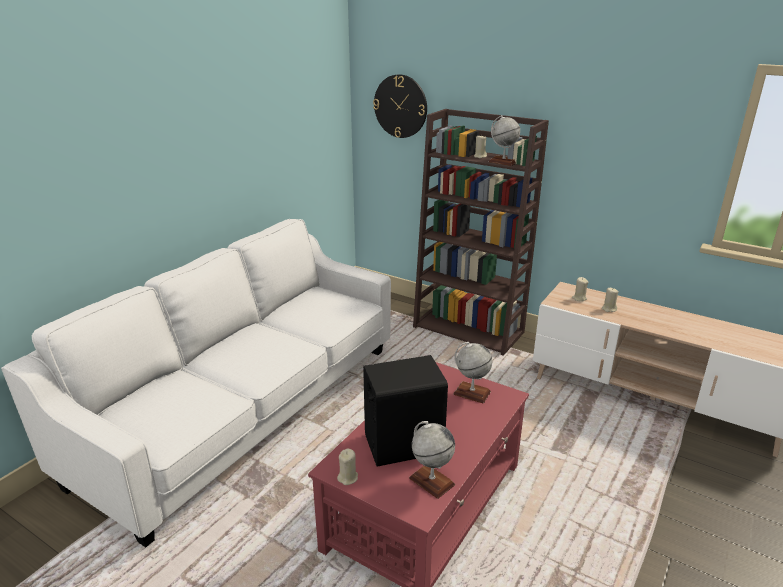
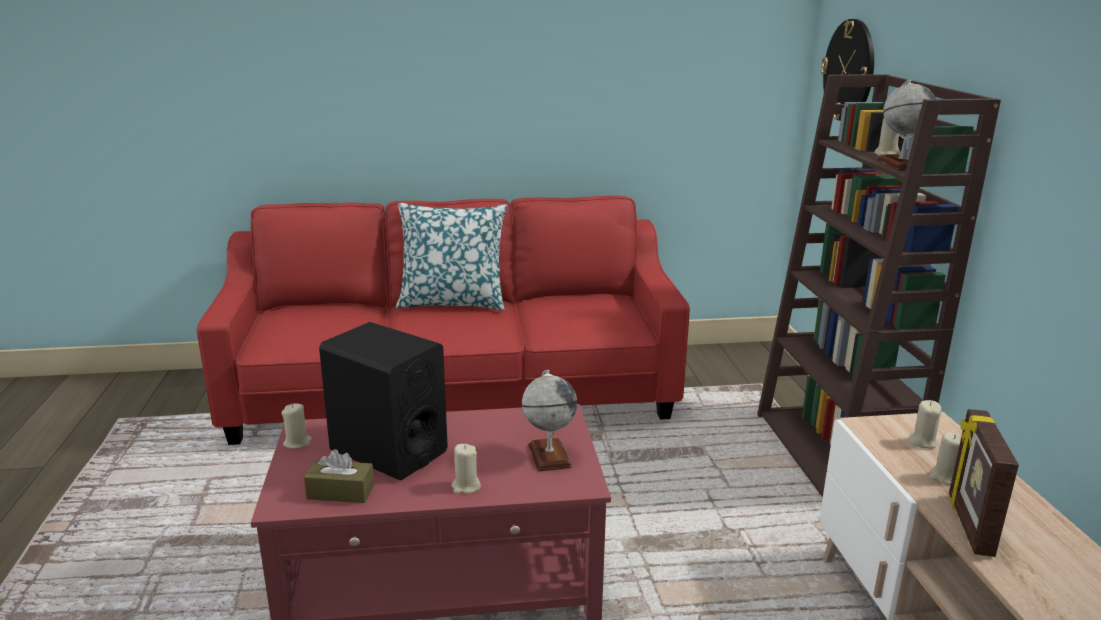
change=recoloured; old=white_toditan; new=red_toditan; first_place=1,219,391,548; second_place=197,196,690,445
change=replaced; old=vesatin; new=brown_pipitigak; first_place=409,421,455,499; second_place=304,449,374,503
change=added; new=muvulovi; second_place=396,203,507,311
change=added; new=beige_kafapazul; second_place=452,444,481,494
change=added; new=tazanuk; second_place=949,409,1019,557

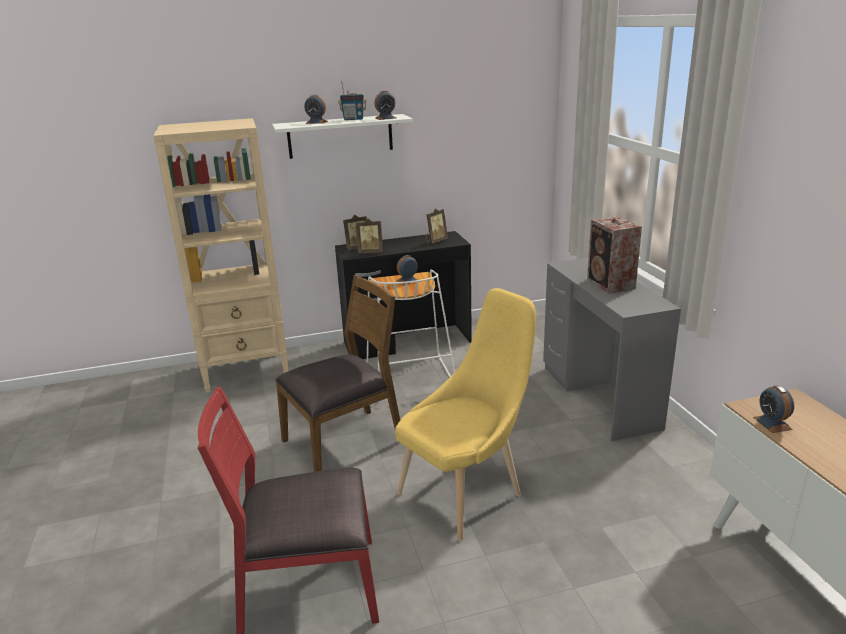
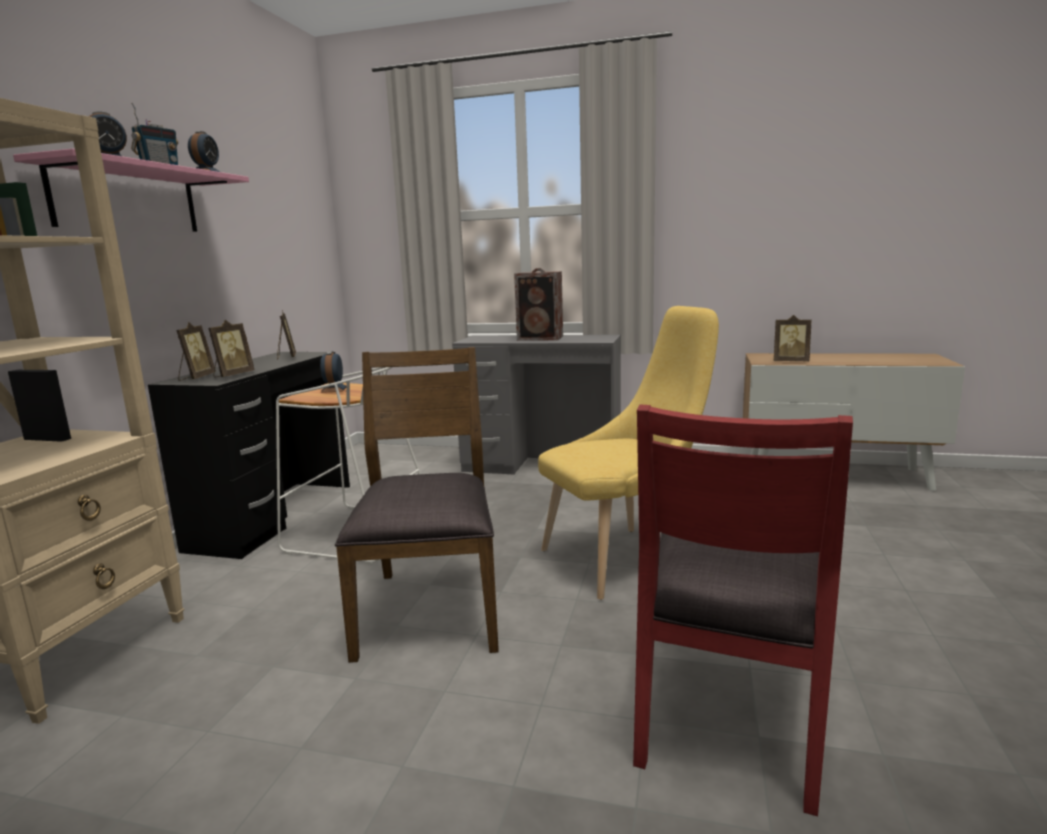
change=recoloured; old=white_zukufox; new=pink_zukufox; first_place=272,114,413,159; second_place=13,148,249,232
change=turned; old=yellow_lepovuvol; first_place=395,288,536,541; second_place=538,306,719,600; degrees=75
change=replaced; old=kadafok; new=tazanuk; first_place=753,385,794,433; second_place=774,315,812,361

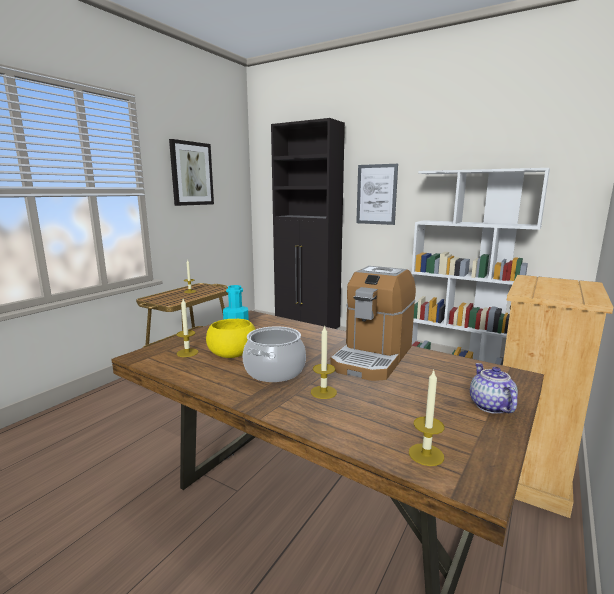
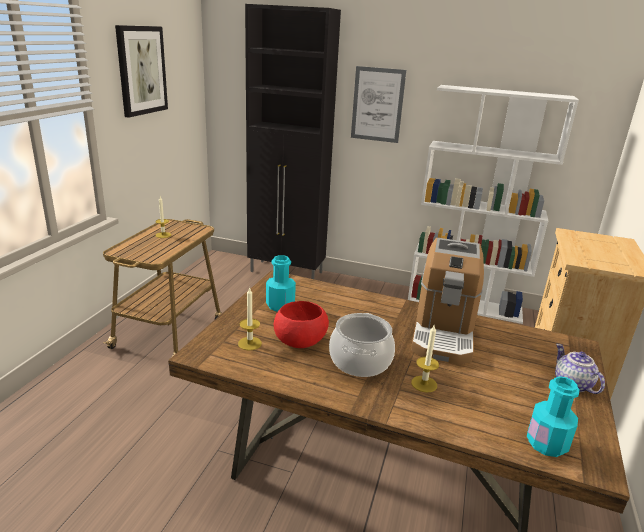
change=recoloured; old=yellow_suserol; new=red_suserol; first_place=206,319,256,358; second_place=274,301,329,348
change=replaced; old=kafapazul; new=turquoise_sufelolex; first_place=409,370,445,466; second_place=527,376,580,457

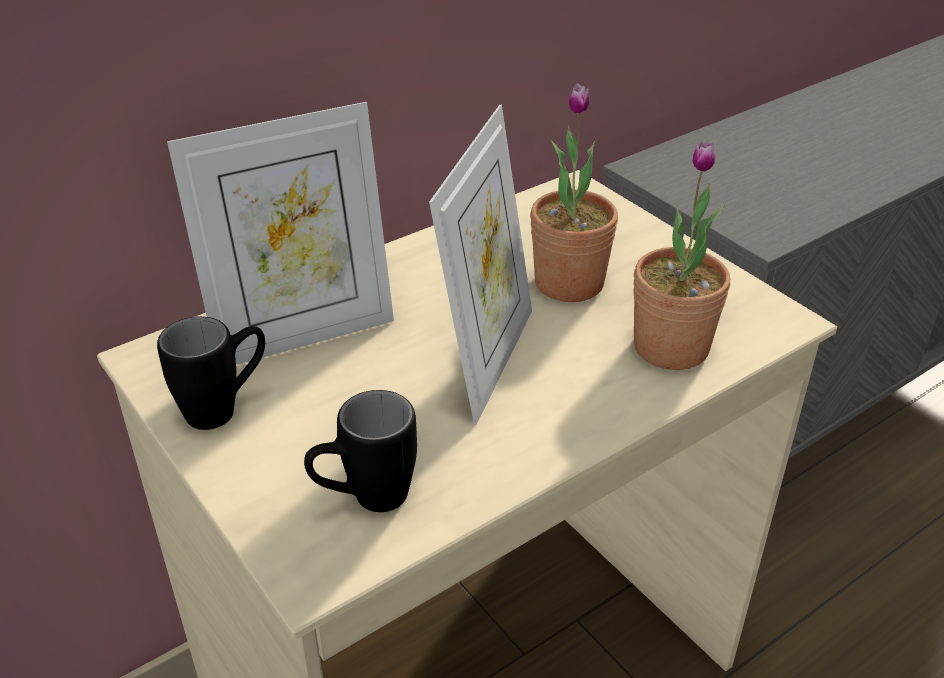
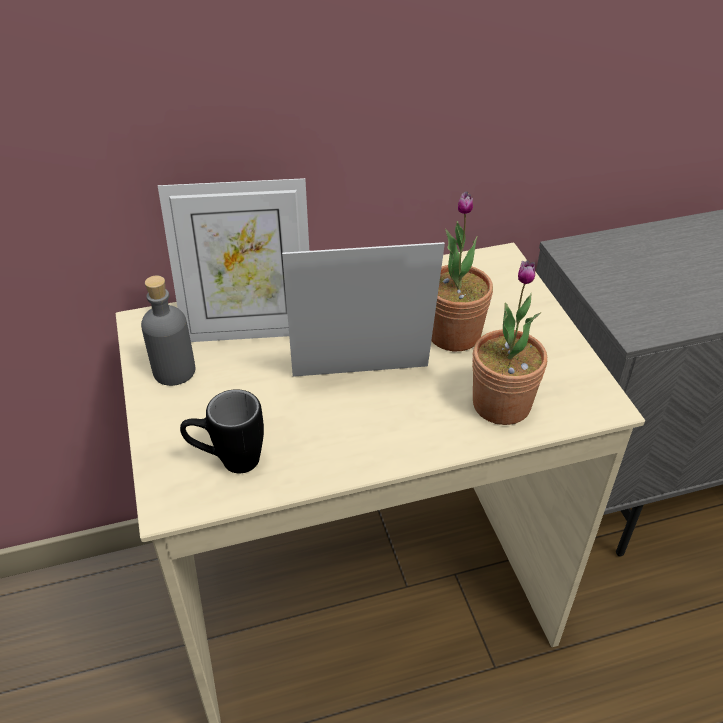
change=replaced; old=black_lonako; new=grey_sufelolex; first_place=157,317,265,430; second_place=141,276,195,386
change=turned; old=tazanuk; first_place=429,105,532,425; second_place=282,242,445,377; degrees=-135

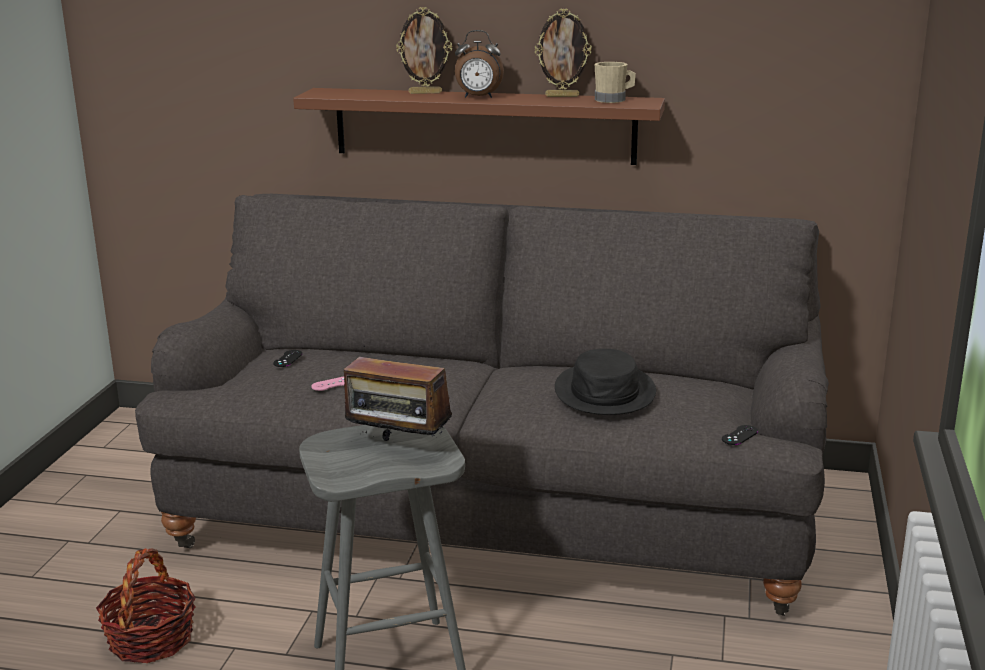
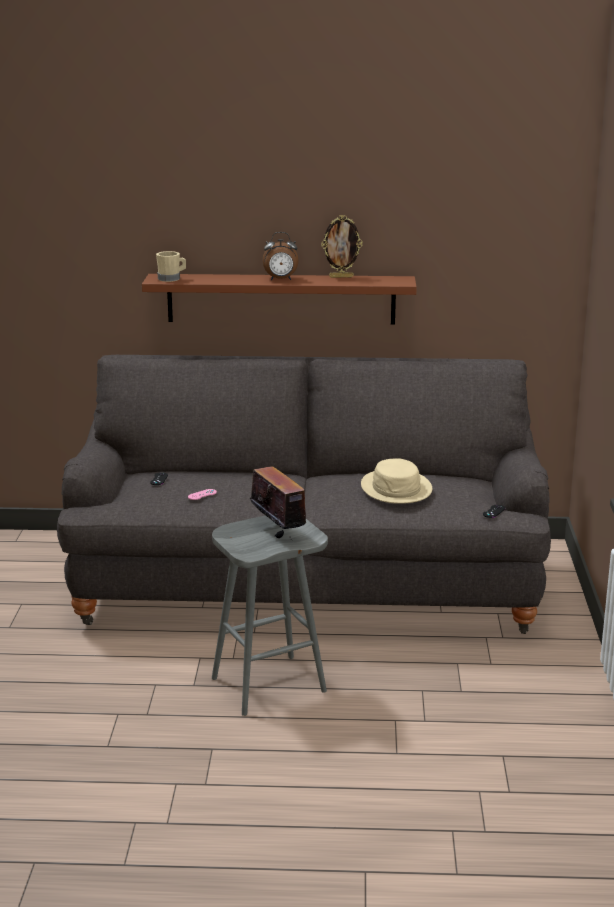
change=removed; old=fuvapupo; first_place=96,548,196,663
change=turned; old=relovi; first_place=344,346,452,441; second_place=250,466,306,539; degrees=-135
change=removed; old=tazanuk; first_place=396,7,452,94
change=recoloured; old=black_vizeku; new=beige_vizeku; first_place=555,349,656,415; second_place=361,458,432,504
change=moved; old=beige_lonako; first_place=595,62,636,103; second_place=156,251,186,282

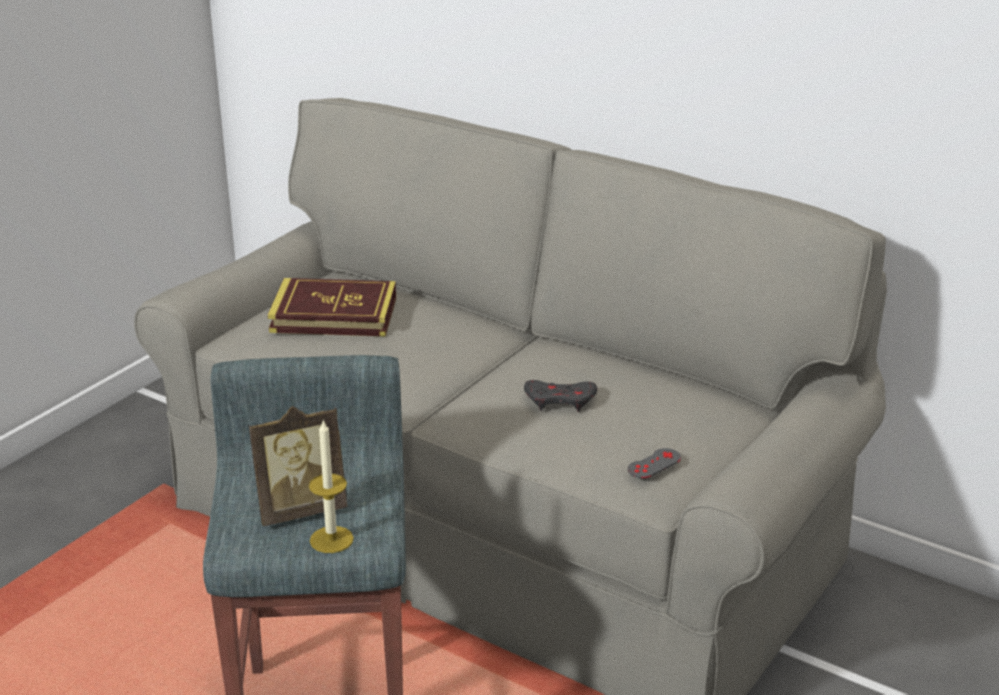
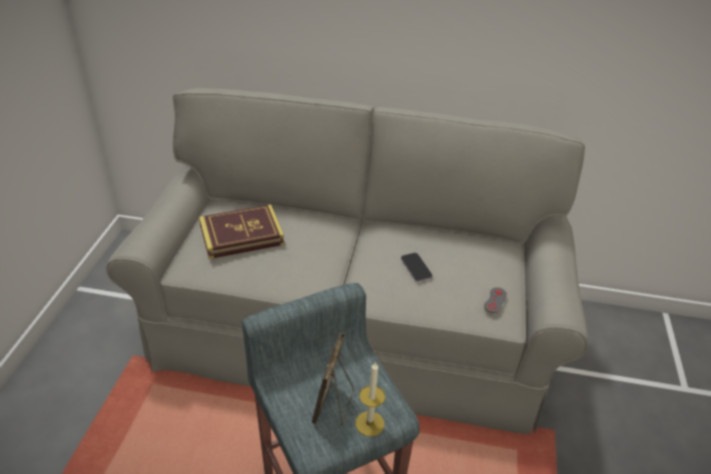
change=turned; old=tazanuk; first_place=249,406,347,526; second_place=312,333,354,425; degrees=150
change=replaced; old=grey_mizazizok; new=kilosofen; first_place=524,380,597,412; second_place=401,253,433,281

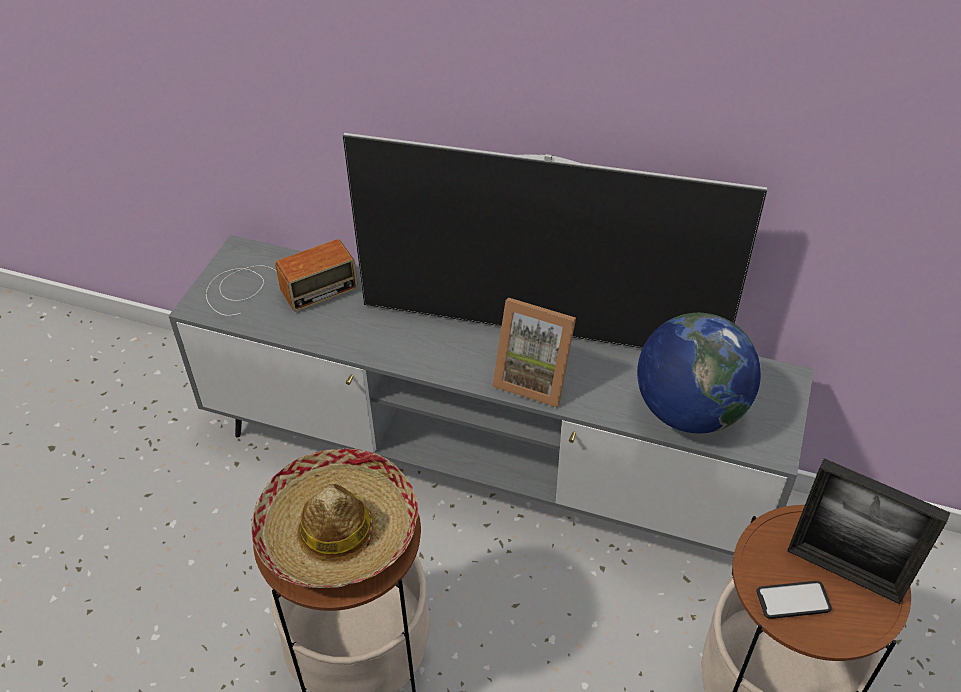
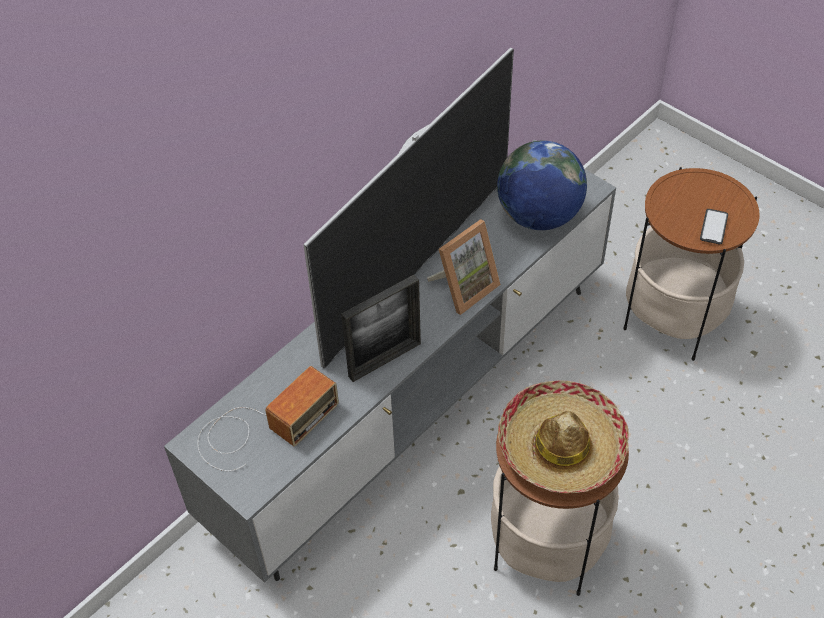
change=turned; old=relovi; first_place=206,239,358,316; second_place=197,366,339,471; degrees=45
change=moved; old=tazanuk; first_place=787,458,950,604; second_place=341,275,421,382

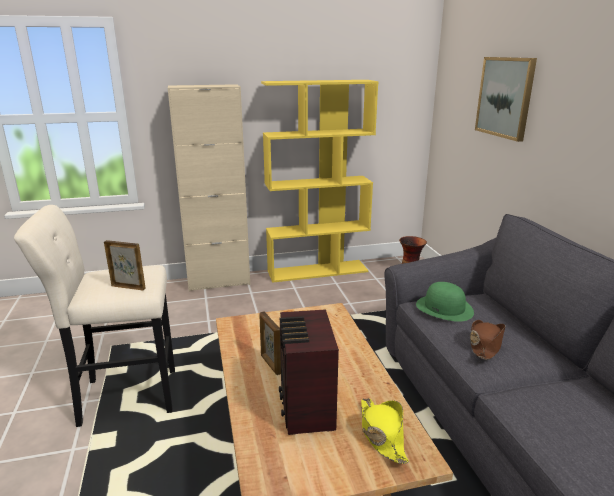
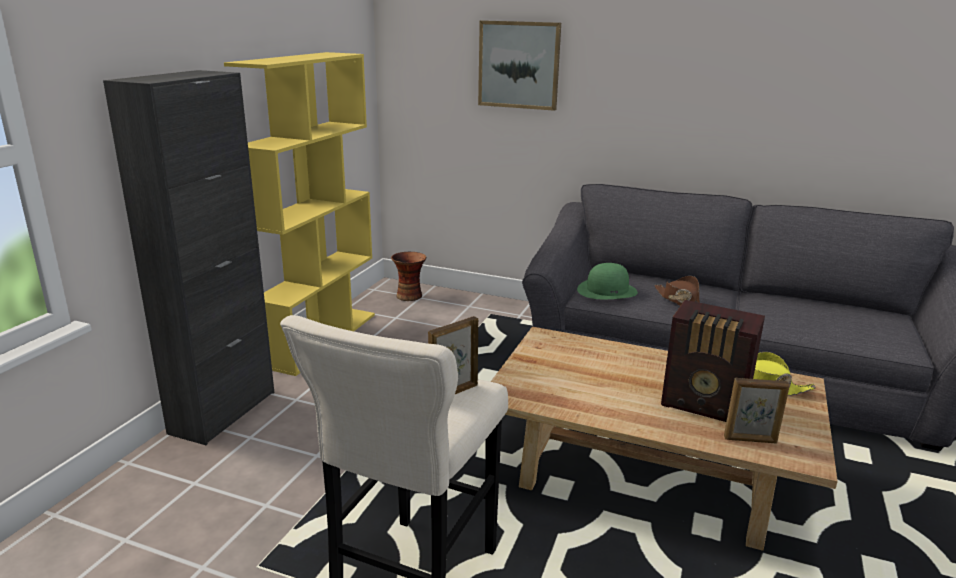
change=recoloured; old=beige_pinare; new=black_pinare; first_place=168,84,250,292; second_place=103,70,274,445
change=moved; old=tazanuk; first_place=259,312,281,375; second_place=724,378,790,444

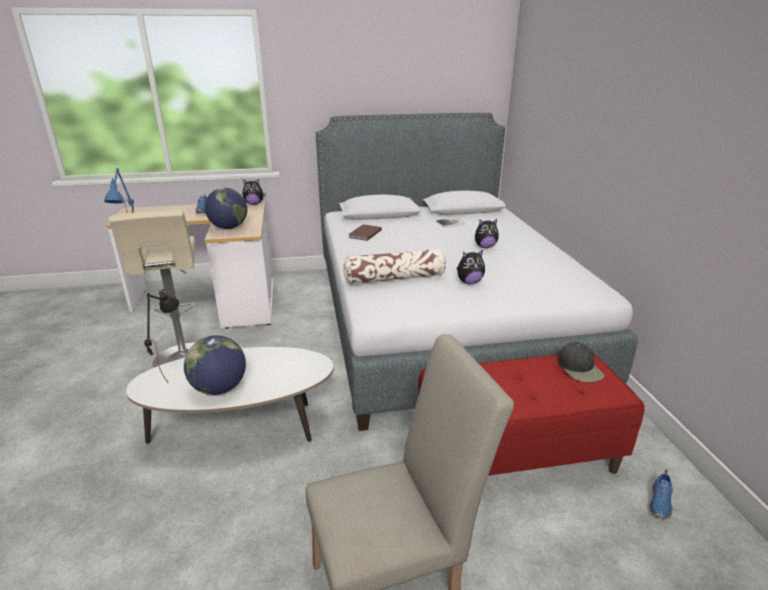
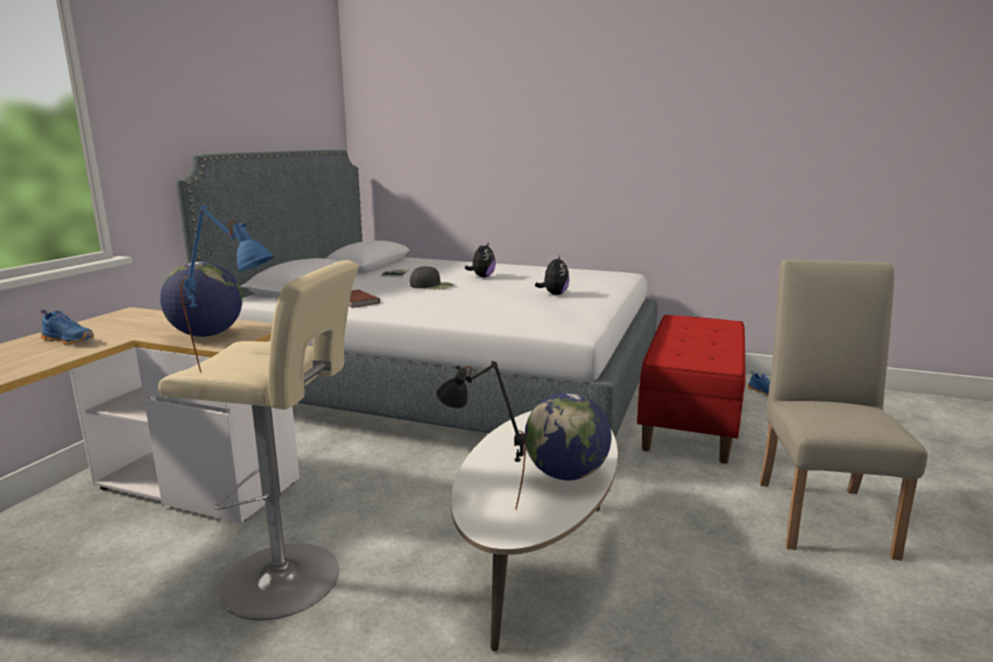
change=removed; old=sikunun; first_place=243,179,266,205
change=removed; old=muvulovi; first_place=343,249,446,284
change=moved; old=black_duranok; first_place=558,342,604,382; second_place=410,266,453,290

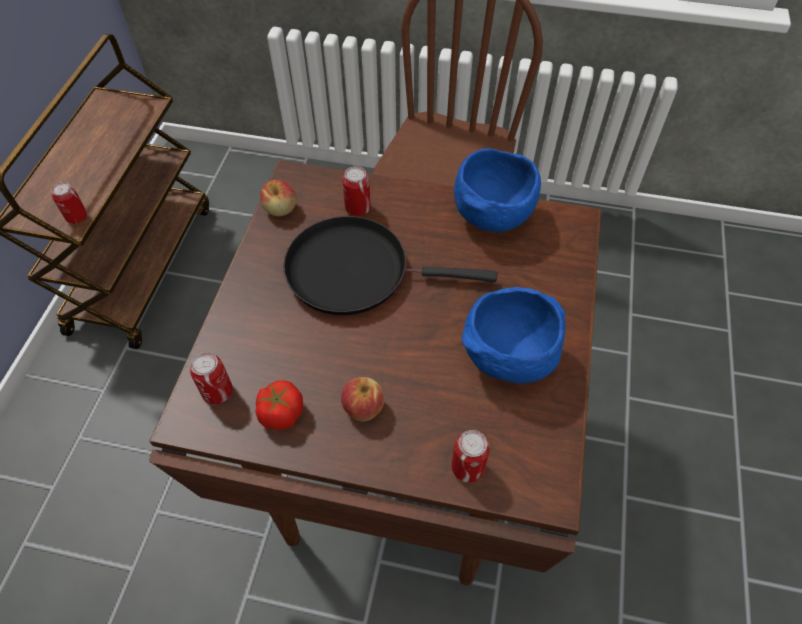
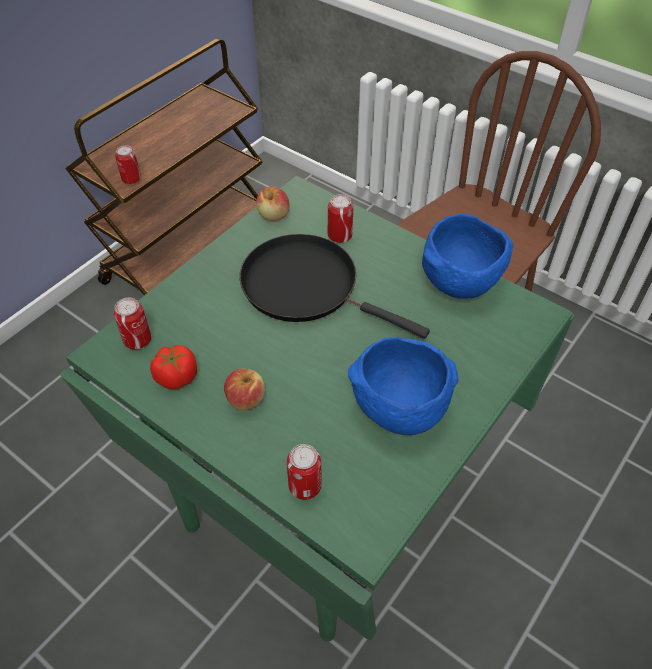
change=recoloured; old=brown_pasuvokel; new=green_pasuvokel; first_place=149,160,601,585; second_place=60,176,575,642

